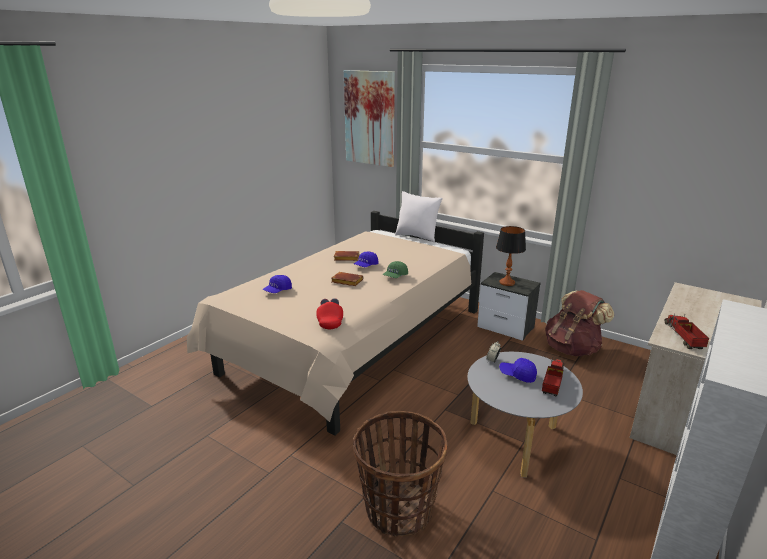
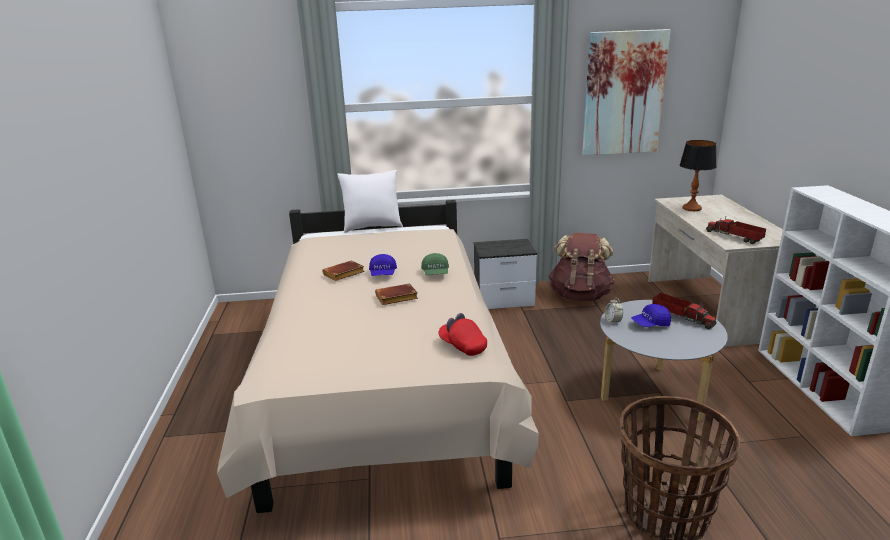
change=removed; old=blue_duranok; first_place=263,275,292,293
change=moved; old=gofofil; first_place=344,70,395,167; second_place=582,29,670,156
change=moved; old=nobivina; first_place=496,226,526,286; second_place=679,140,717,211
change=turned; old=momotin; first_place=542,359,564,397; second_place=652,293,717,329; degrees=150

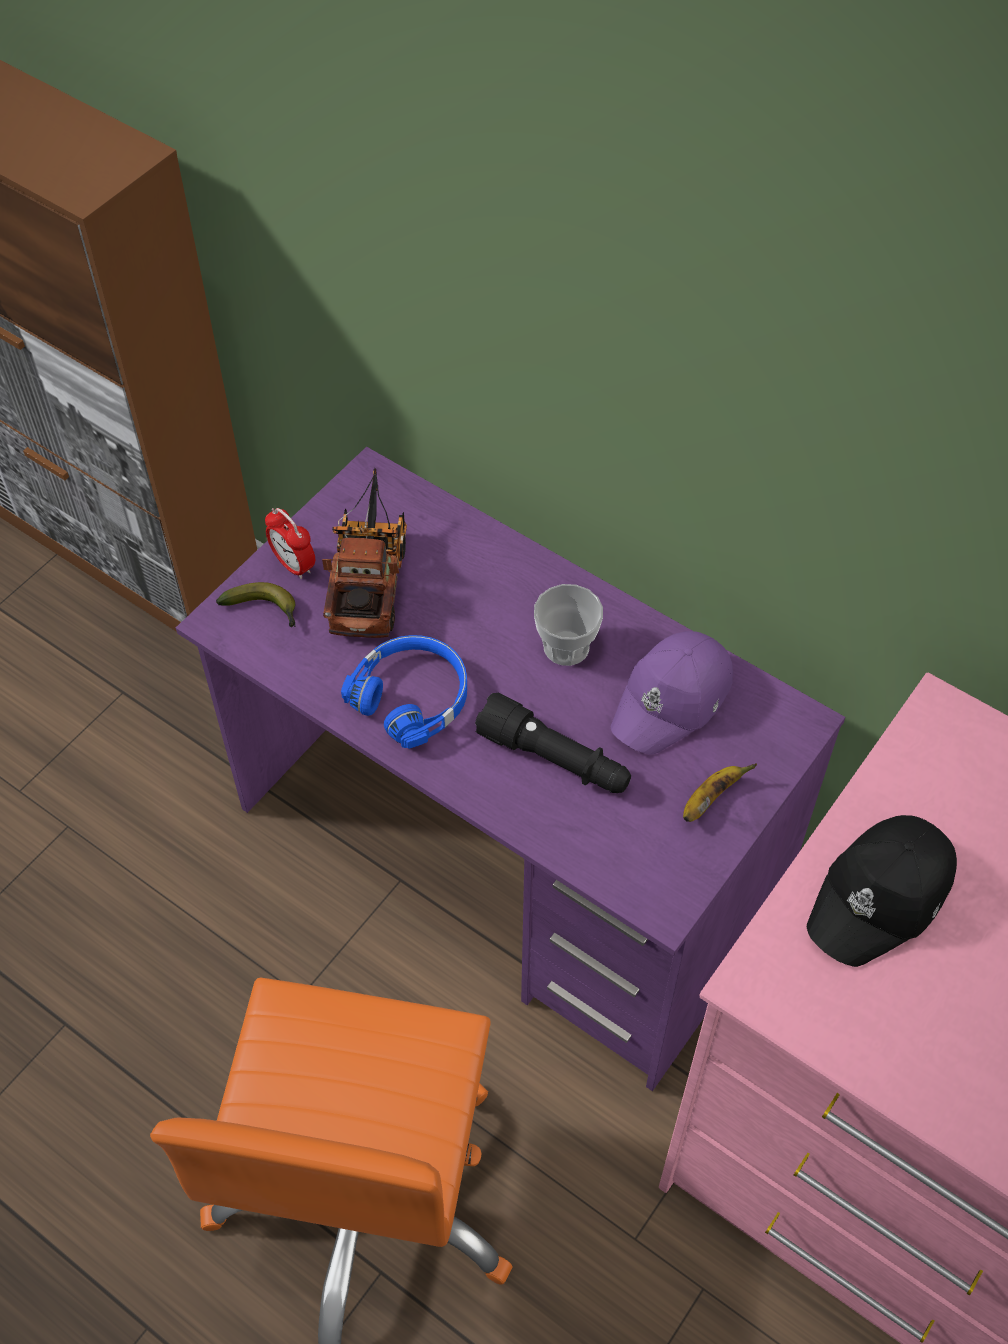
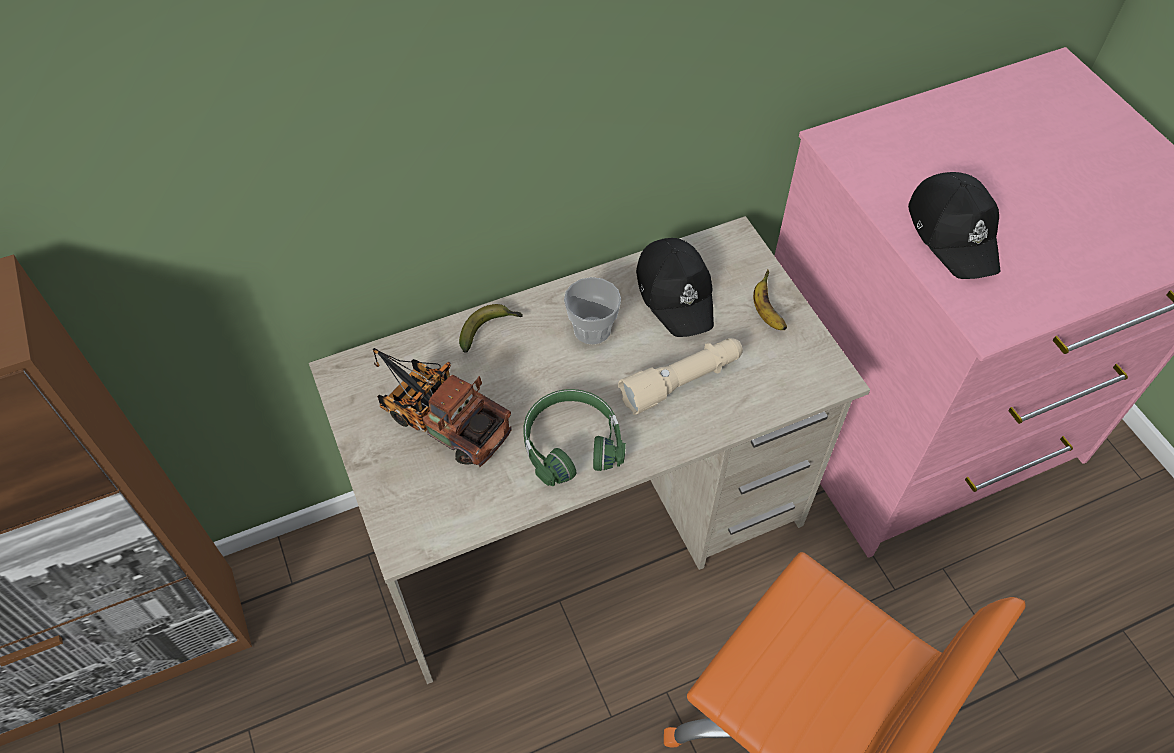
change=recoloured; old=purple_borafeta; new=beige_borafeta; first_place=176,447,845,1091; second_place=309,216,870,684
change=moved; old=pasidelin; first_place=216,582,296,627; second_place=459,304,523,353
change=removed; old=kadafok; first_place=265,508,315,579
change=recoloured; old=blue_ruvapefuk; new=green_ruvapefuk; first_place=341,635,467,749; second_place=524,389,626,486
change=recoloured; old=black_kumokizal; new=beige_kumokizal; first_place=475,692,631,793; second_place=618,338,743,415
change=recoloured; old=purple_duranok; new=black_duranok; first_place=611,631,733,755; second_place=636,238,714,337

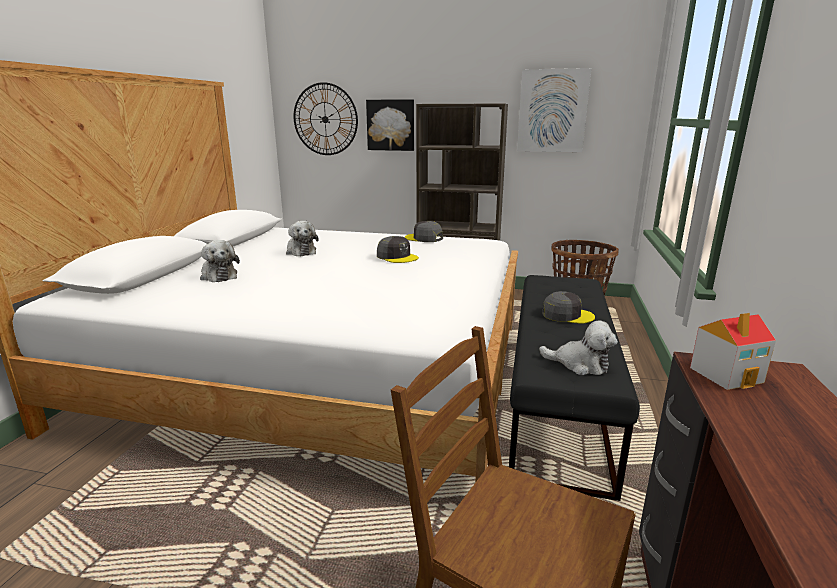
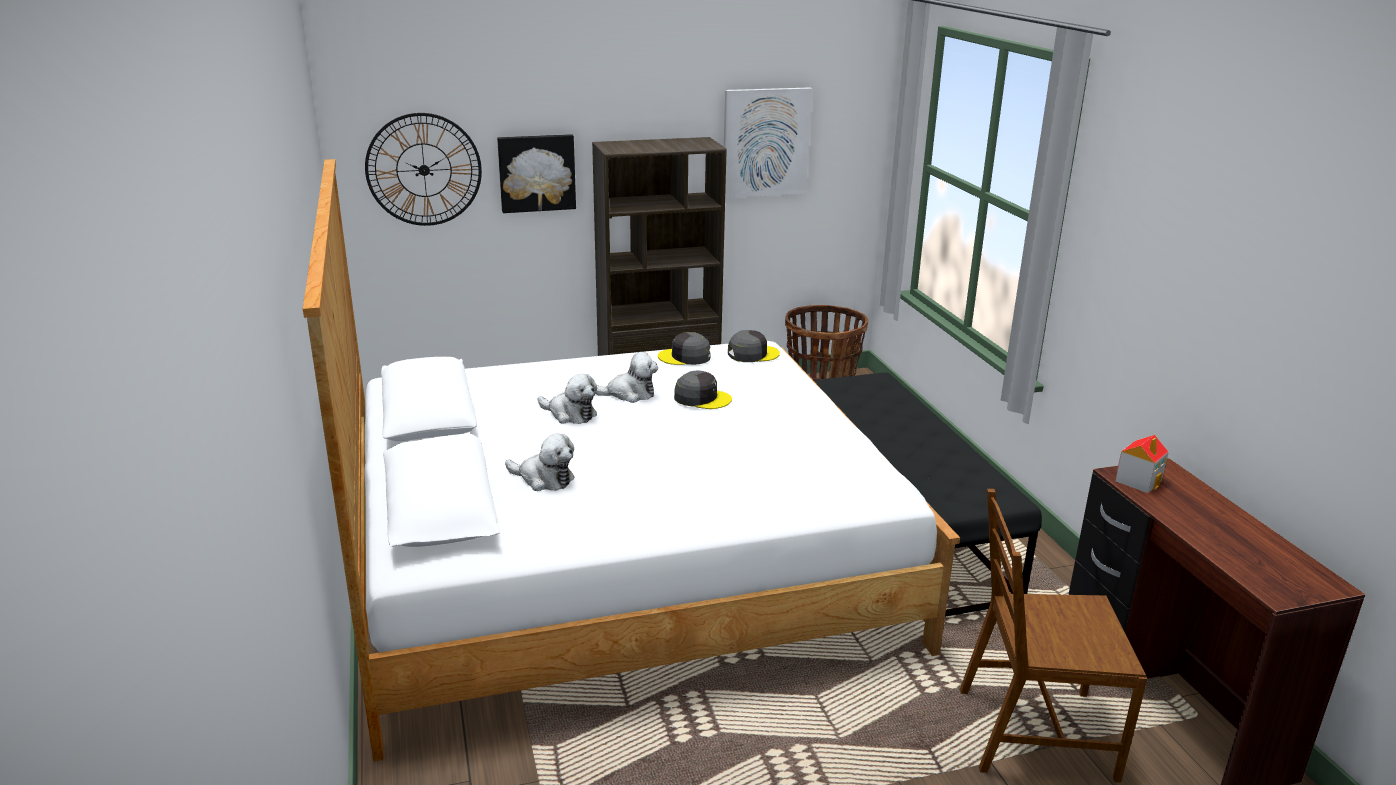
change=moved; old=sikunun; first_place=539,320,618,375; second_place=595,352,658,403
change=moved; old=grey_duranok; first_place=542,291,595,324; second_place=728,330,780,362

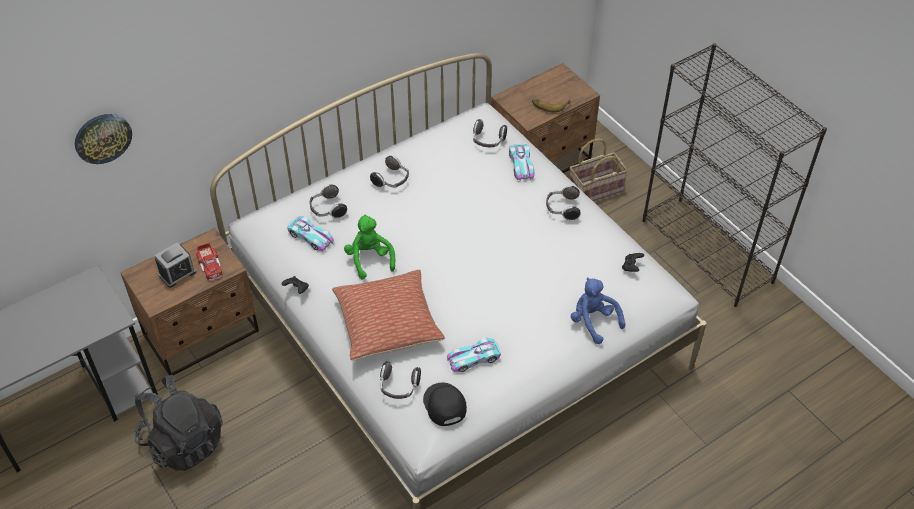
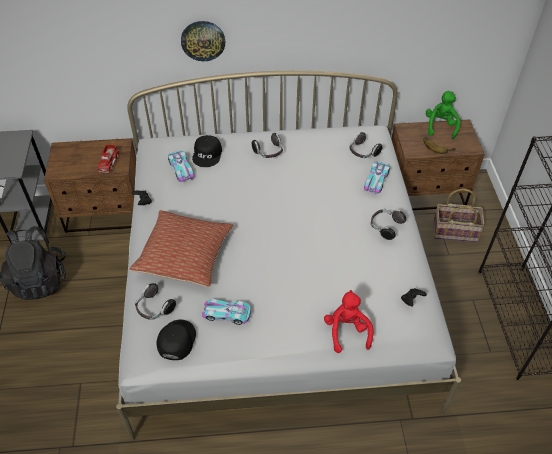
change=moved; old=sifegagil; first_place=75,114,132,164; second_place=181,21,225,61
change=removed; old=kadafok; first_place=155,242,196,288
change=replaced; old=ruvapefuk; new=black_duranok; first_place=310,184,347,218; second_place=192,135,222,167
change=moved; old=green_sikunun; first_place=344,214,395,280; second_place=426,91,461,139
change=recoloured; old=blue_sikunun; new=red_sikunun; first_place=571,277,625,344; second_place=324,290,373,353

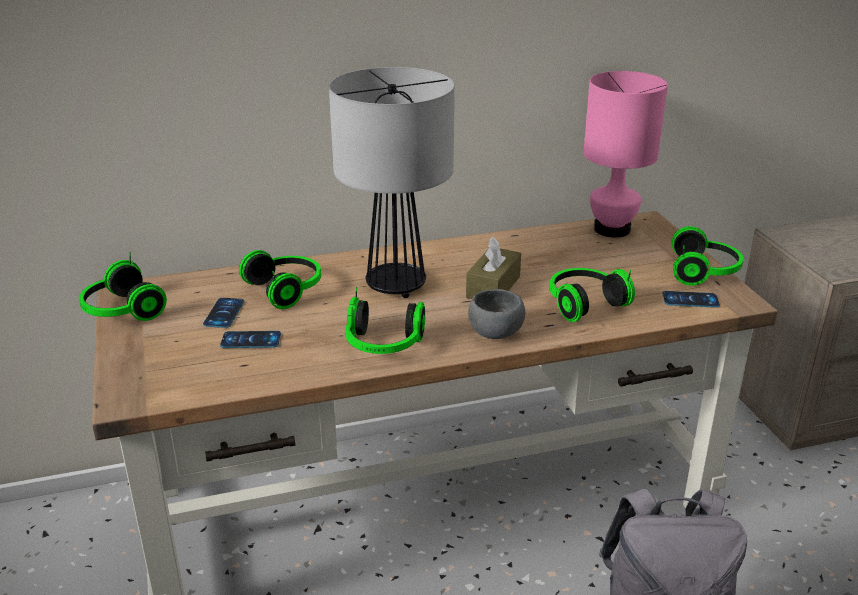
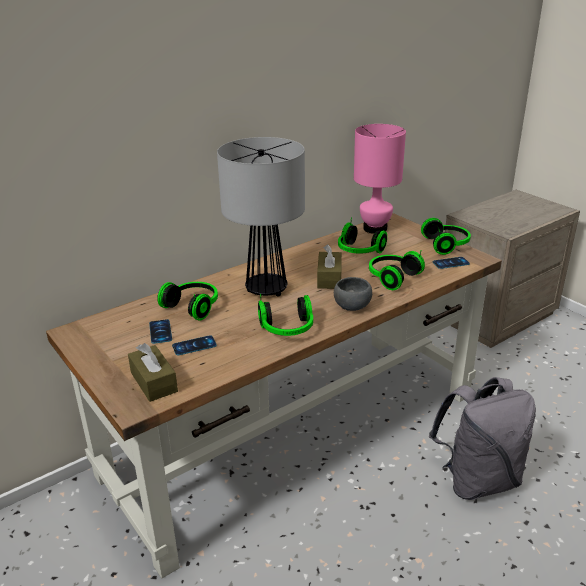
change=moved; old=ruvapefuk; first_place=79,252,167,321; second_place=338,217,387,253
change=added; new=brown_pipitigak; second_place=128,343,178,402

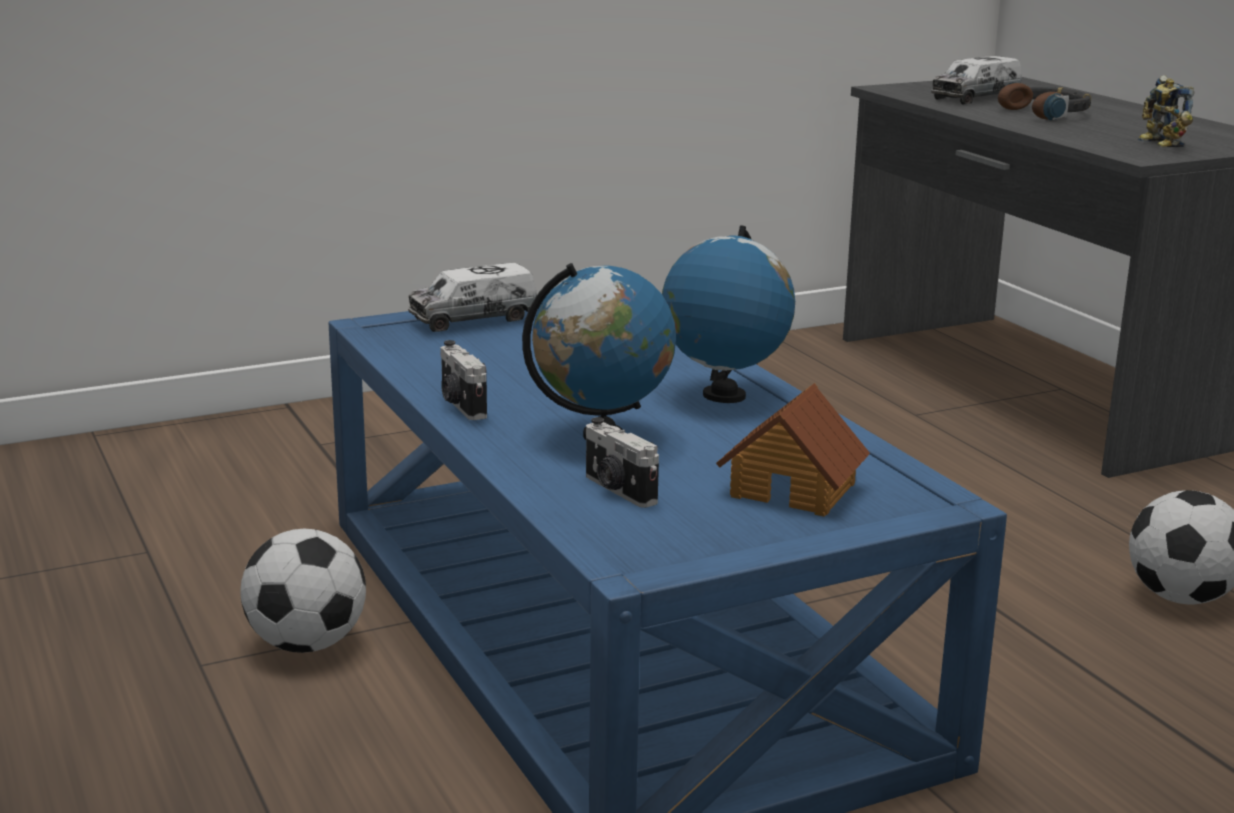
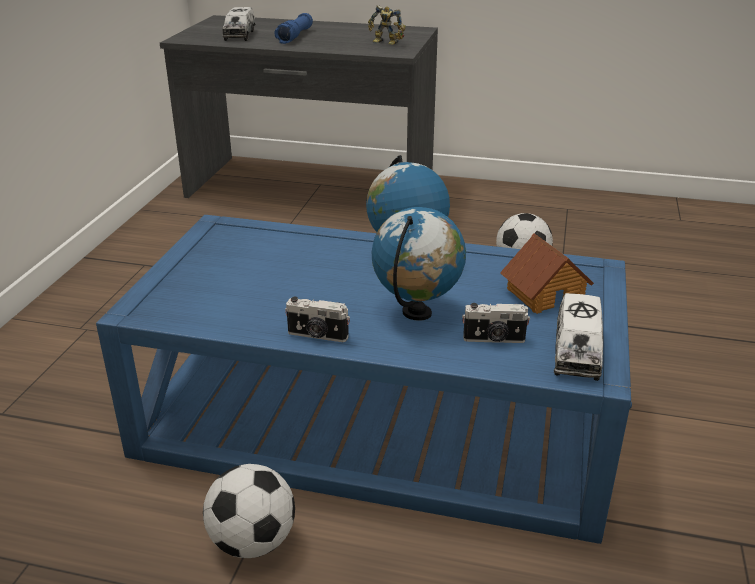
change=moved; old=momotin; first_place=408,263,537,332; second_place=554,293,603,381
change=replaced; old=ruvapefuk; new=blue_kumokizal; first_place=998,82,1091,120; second_place=274,13,313,44

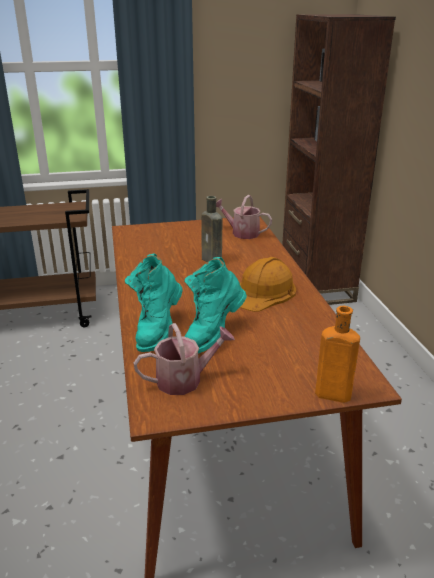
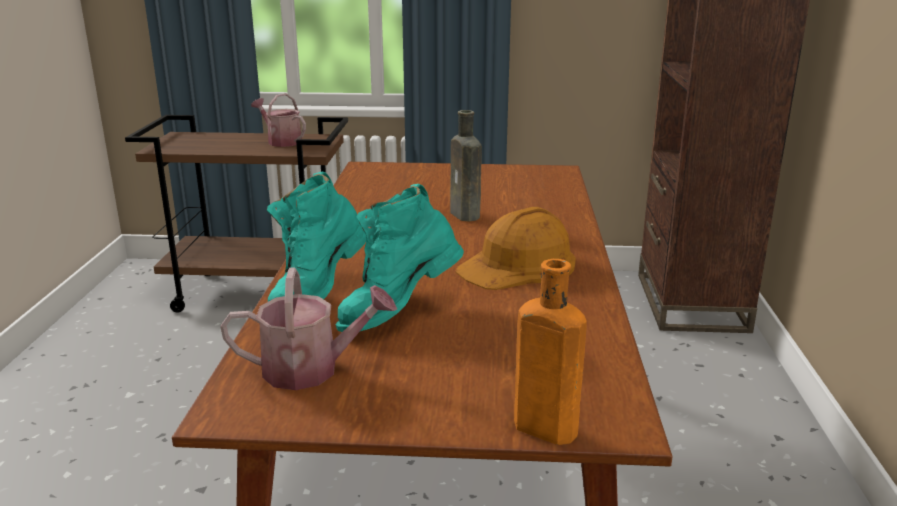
change=moved; old=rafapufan; first_place=216,195,272,239; second_place=251,93,306,147

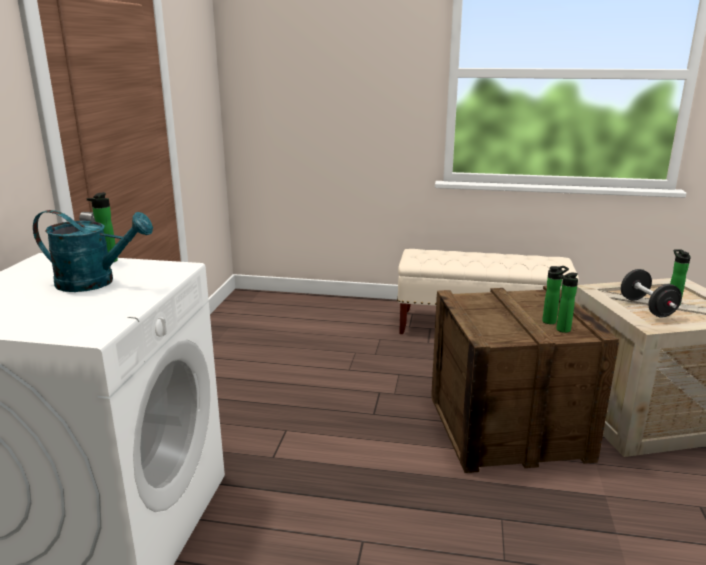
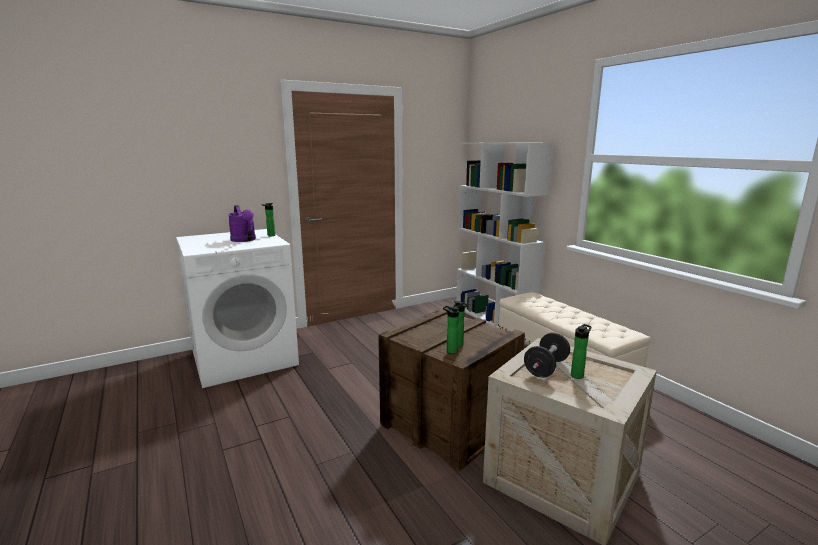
change=recoloured; old=turquoise_rafapufan; new=purple_rafapufan; first_place=33,210,153,292; second_place=228,205,256,242
change=added; new=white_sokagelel; second_place=456,142,553,328

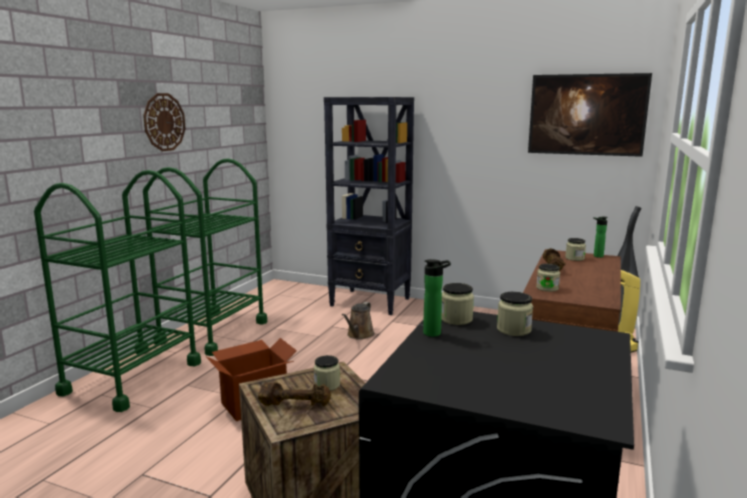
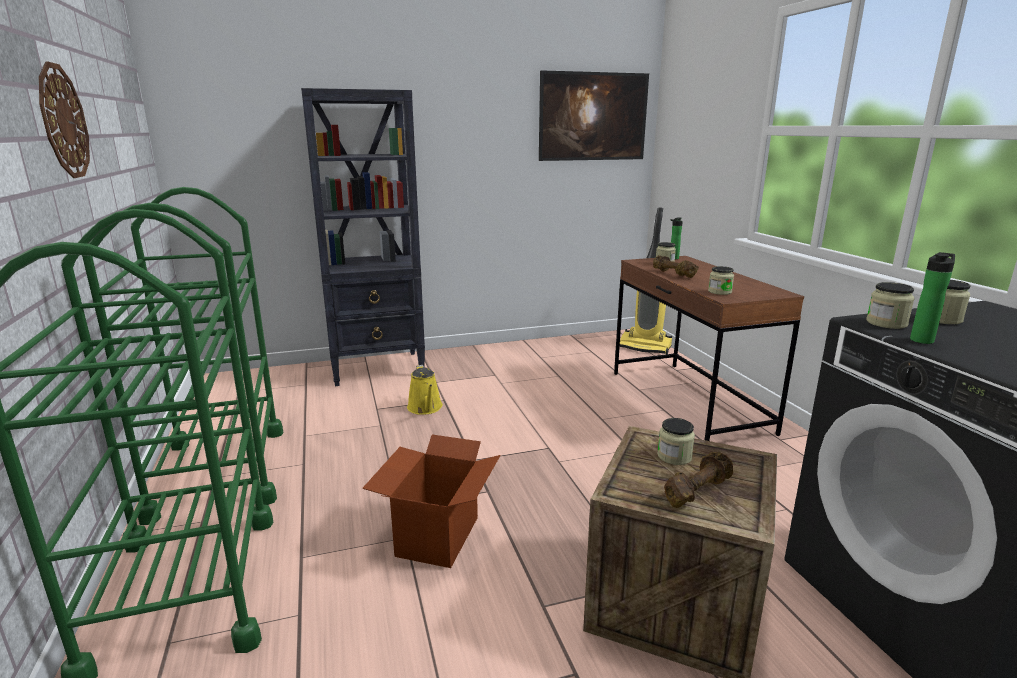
change=recoloured; old=brown_rafapufan; new=yellow_rafapufan; first_place=342,302,375,340; second_place=407,365,443,415

